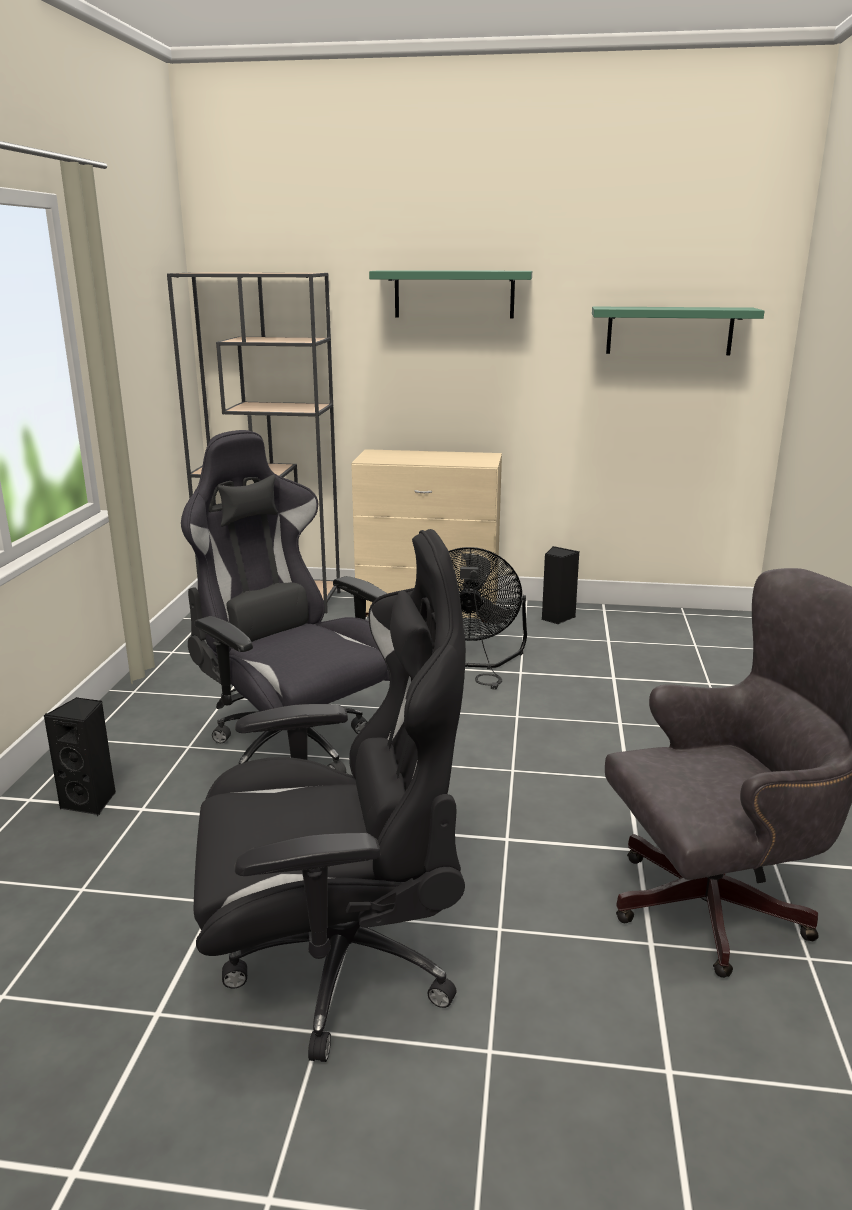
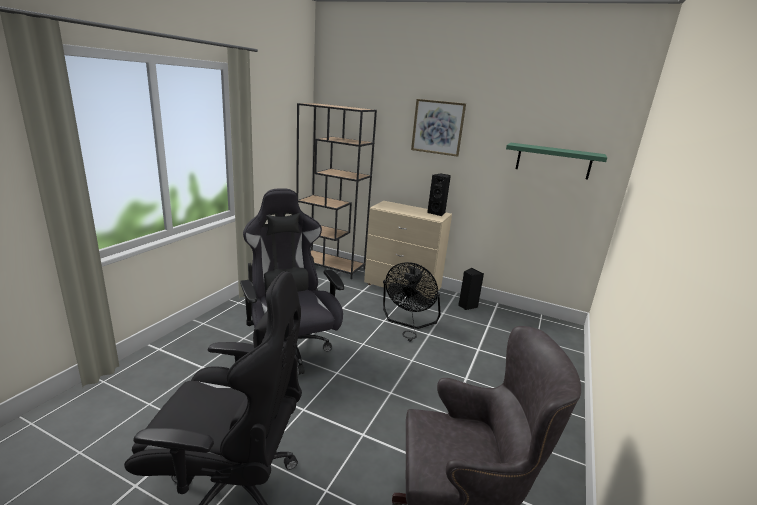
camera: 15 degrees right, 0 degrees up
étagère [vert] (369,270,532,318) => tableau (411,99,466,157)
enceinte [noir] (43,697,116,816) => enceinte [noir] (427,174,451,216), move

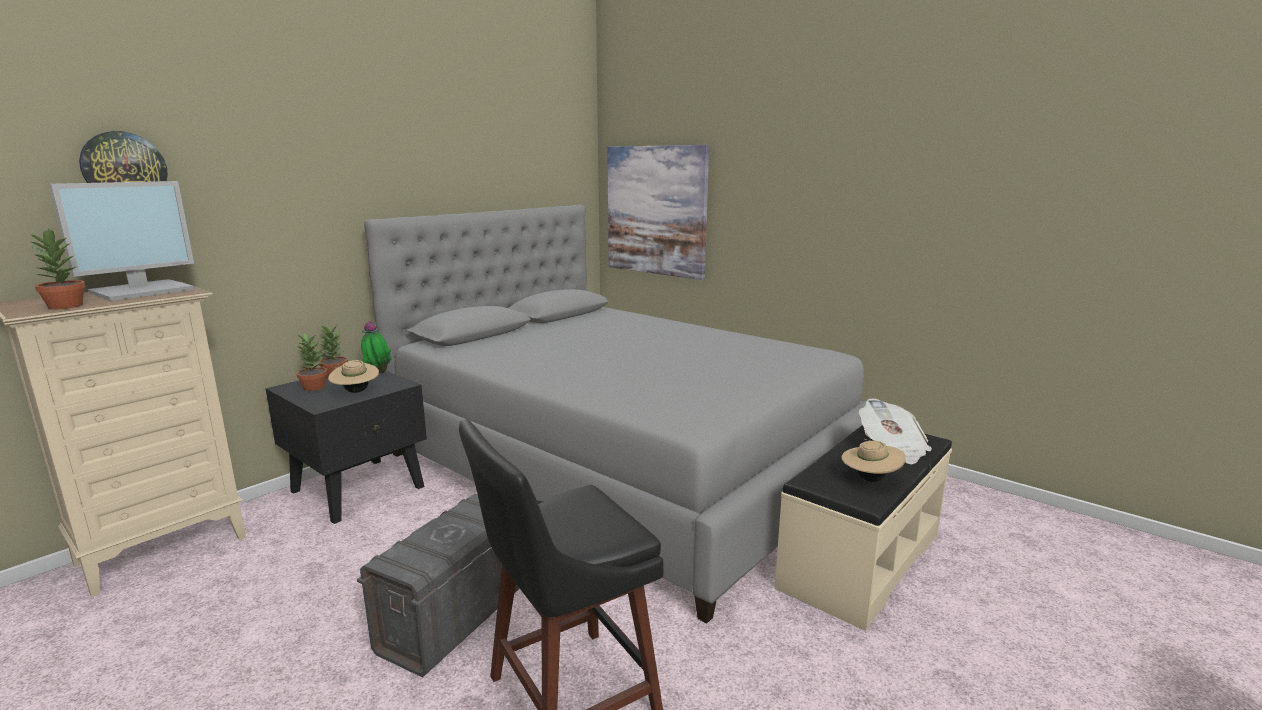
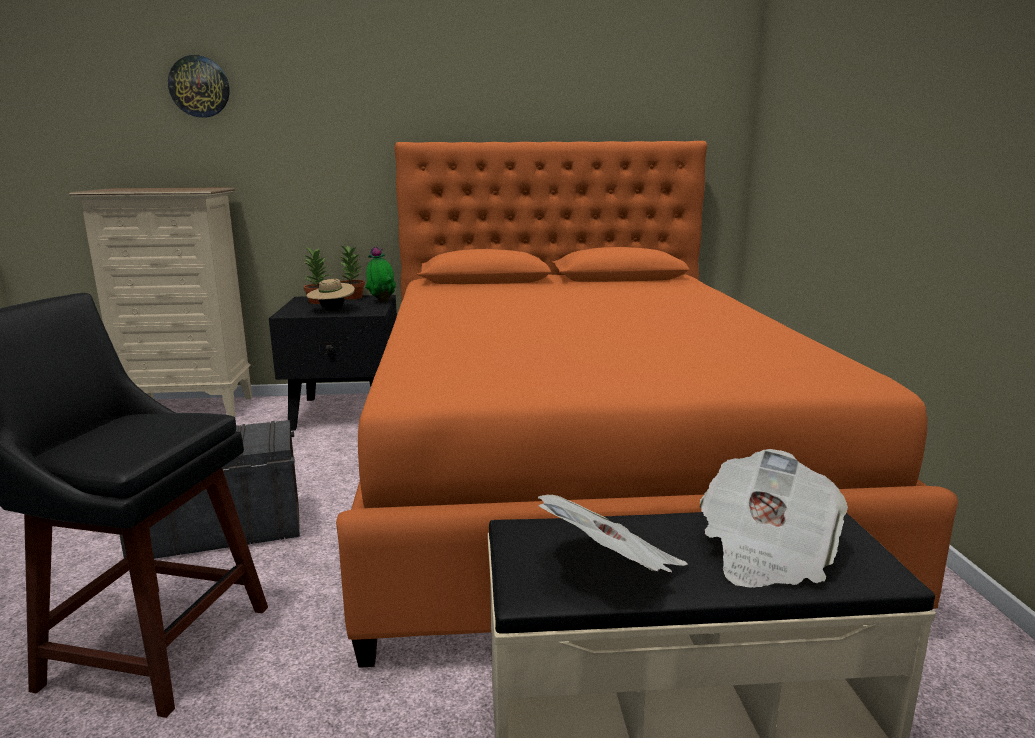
camera: 45 degrees right, 0 degrees up
lit [gris] (364,205,867,624) => lit [orange] (336,141,958,668)
chapeau [beige] (841,436,906,482) => journal (538,495,688,572)
plante en pot (30,228,86,309) => nothing
écran d'ordinateur (49,181,194,301) => nothing
tableau (607,145,709,280) => nothing

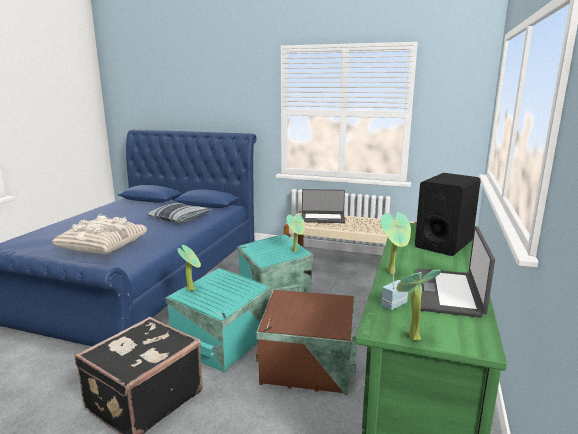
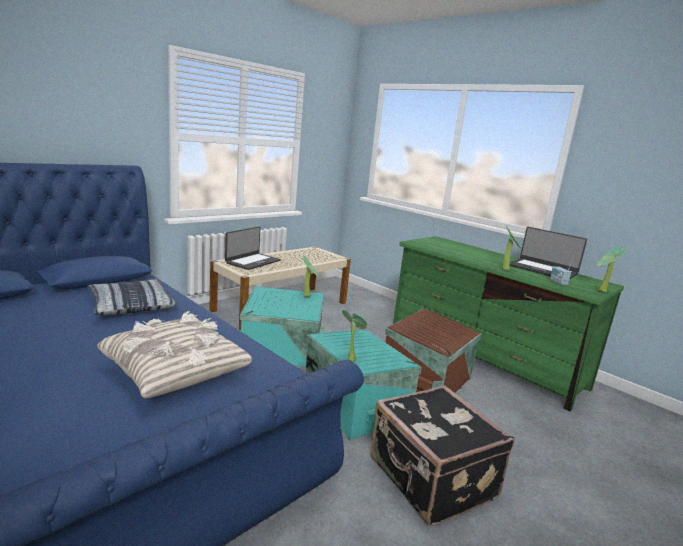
camera: 65 degrees left, 0 degrees up
enceinte [noir] (415,173,481,256) => nothing

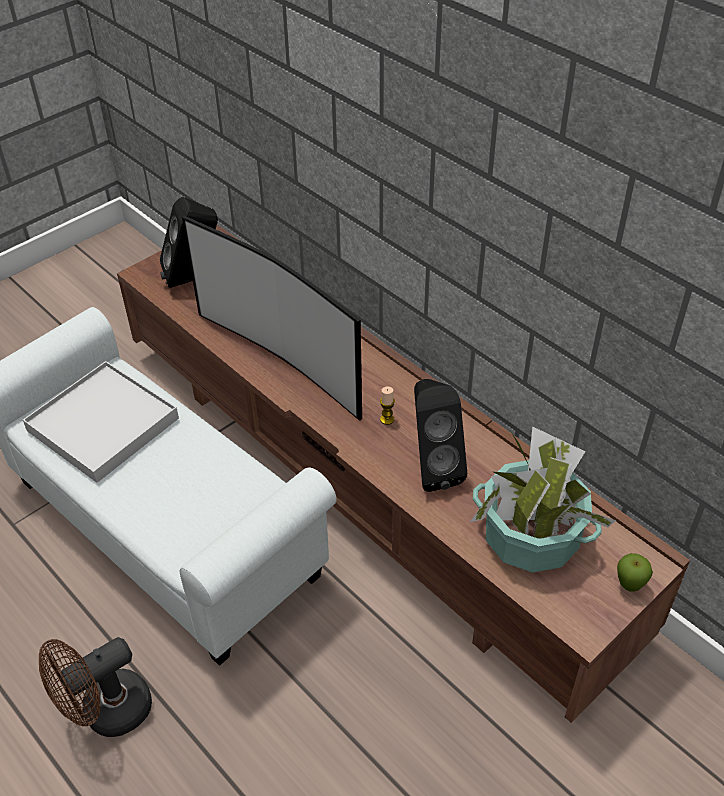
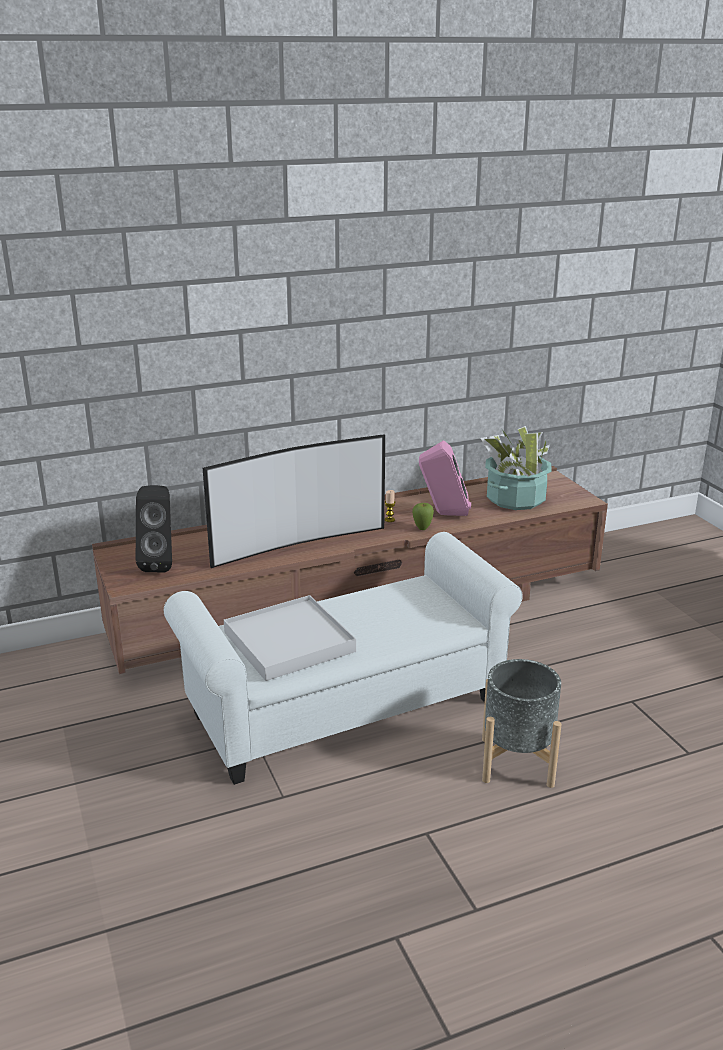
camera: 70 degrees left, 20 degrees down
pomme (617,553,653,592) => pomme (412,503,434,530), move
enceinte [noir] (414,379,468,492) => enceinte [rose] (419,441,471,516)
ventilateur [marron] (39,637,152,737) => cache-pot [gris] (482,659,562,788)

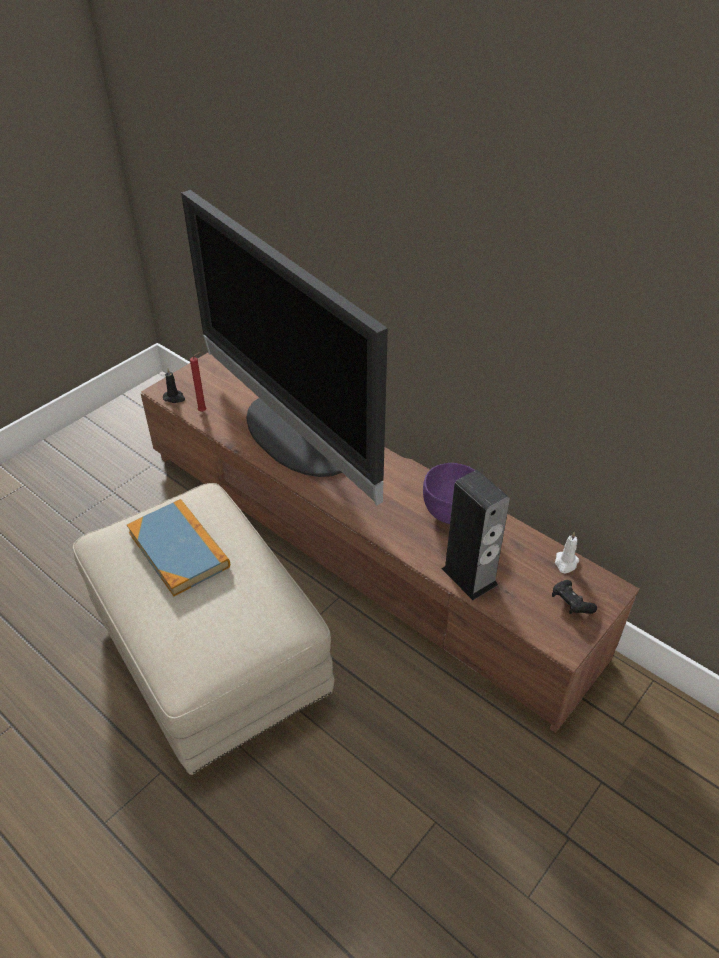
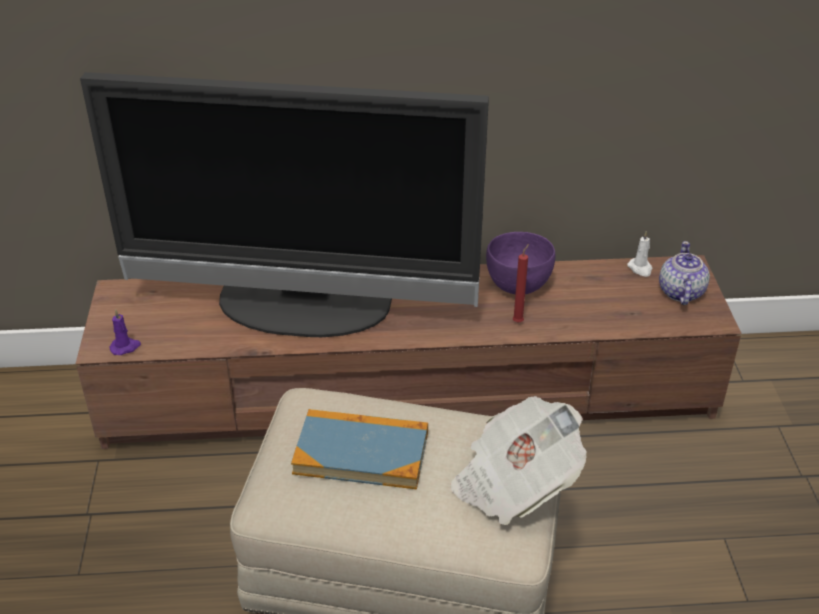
camera: 45 degrees left, 5 degrees down
bougie [noir] (163,368,185,403) => bougie [violet] (109,309,141,355)
nothing => journal (451,396,587,526)
bougie [rouge] (190,352,207,412) => bougie [rouge] (513,244,529,322), move
manette [noir] (552,580,597,614) => théière (659,241,710,305)
enceinte (441,470,510,600) => nothing

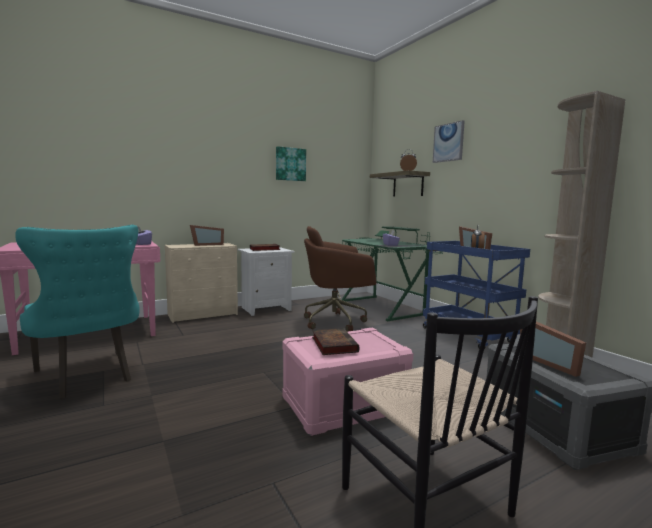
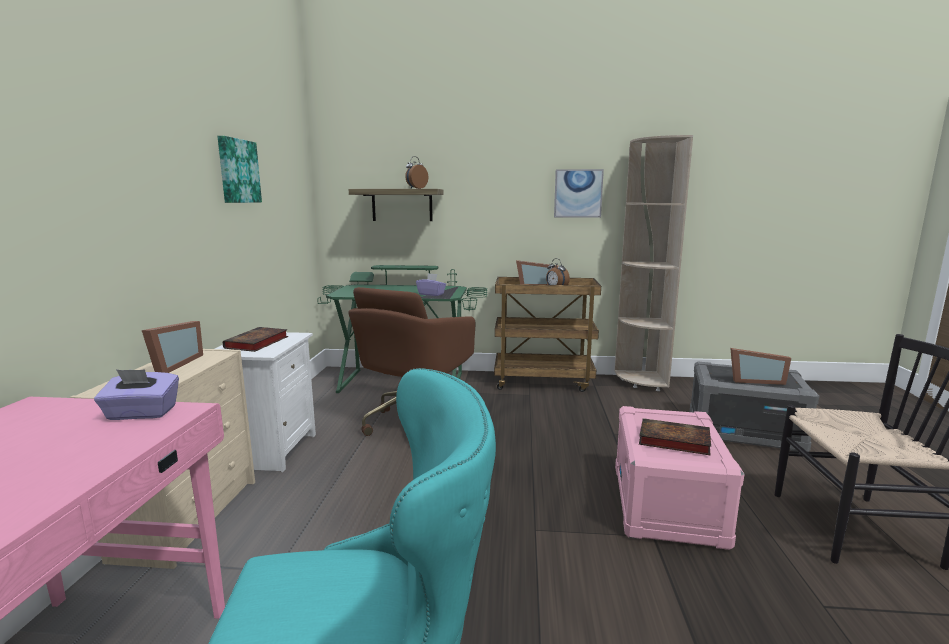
camera: 55 degrees left, 5 degrees up
chariot [bleu] (423,241,530,349) => chariot [marron] (494,277,601,392)
tableau (433,120,465,163) => tableau (554,169,604,218), move

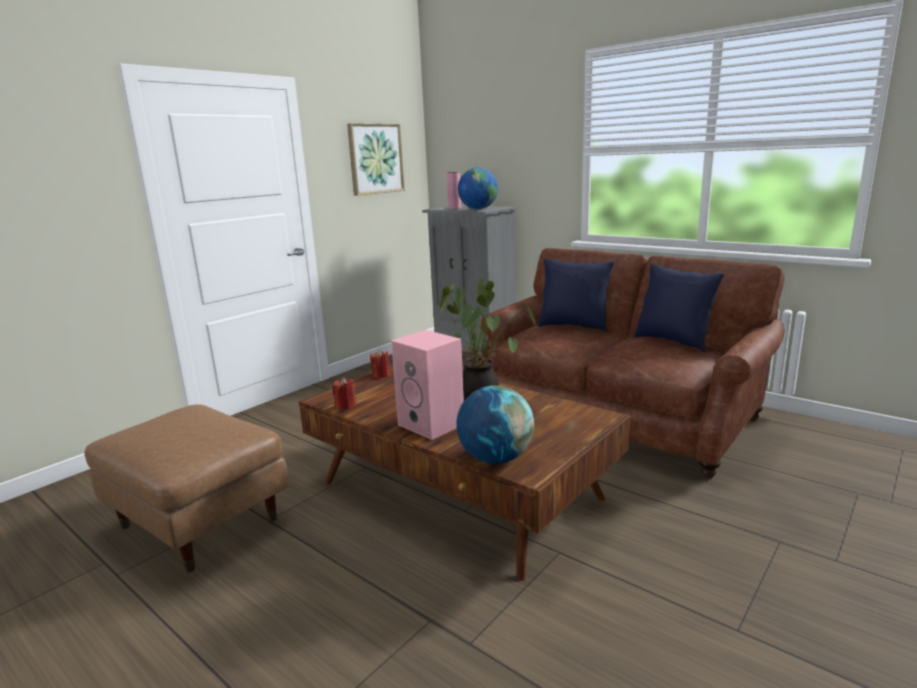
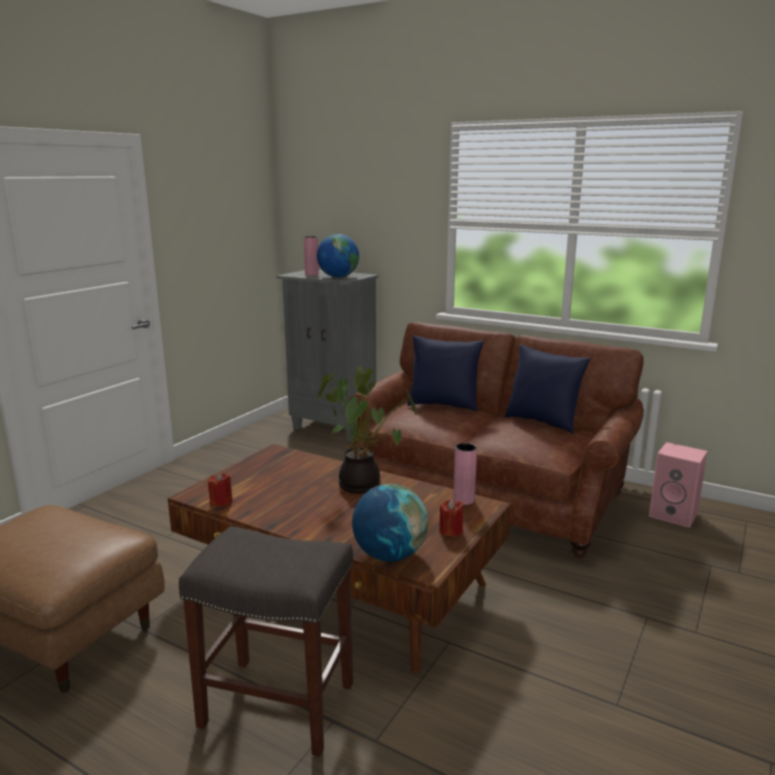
camera: 10 degrees left, 0 degrees up
nothing => tabouret [gris] (179,526,353,757)
bougie [rouge] (370,349,390,378) => bougie [rouge] (439,499,463,537), move
nothing => vase [rose] (453,443,477,505)
enceinte [rose] (391,330,464,440) => enceinte [rose] (649,442,708,528), move
tableau (347,123,404,195) => nothing

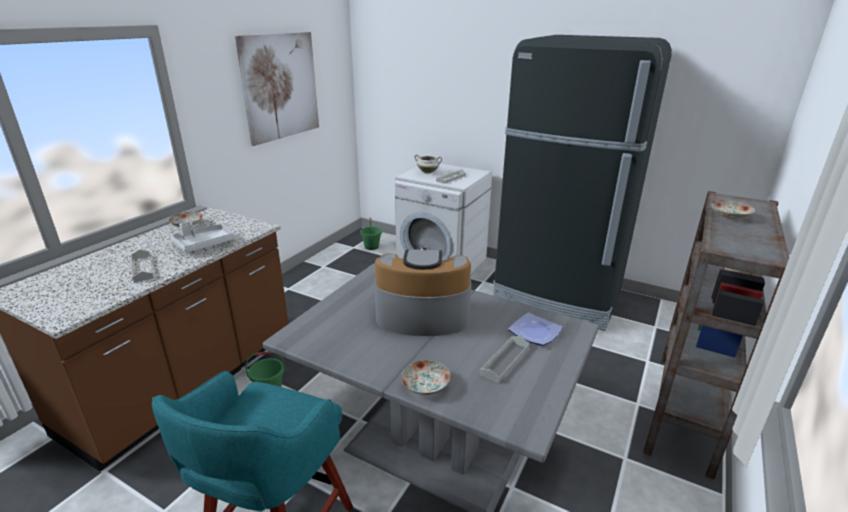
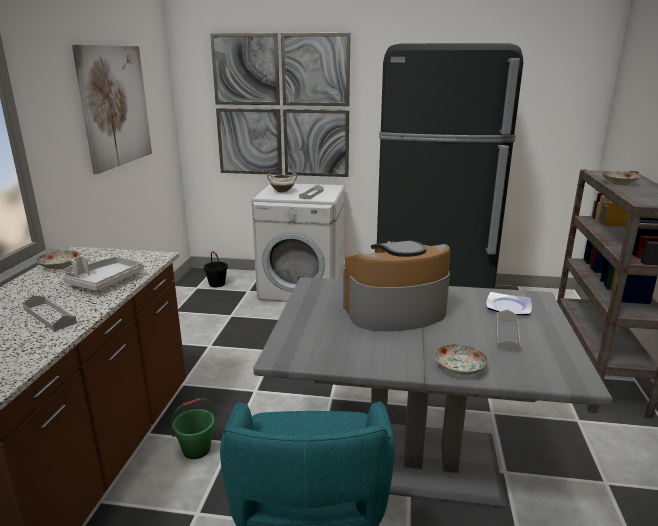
camera: 20 degrees left, 5 degrees down
seau [vert] (360,217,382,250) => seau [noir] (204,251,228,287)
nothing => tableau (210,32,350,177)

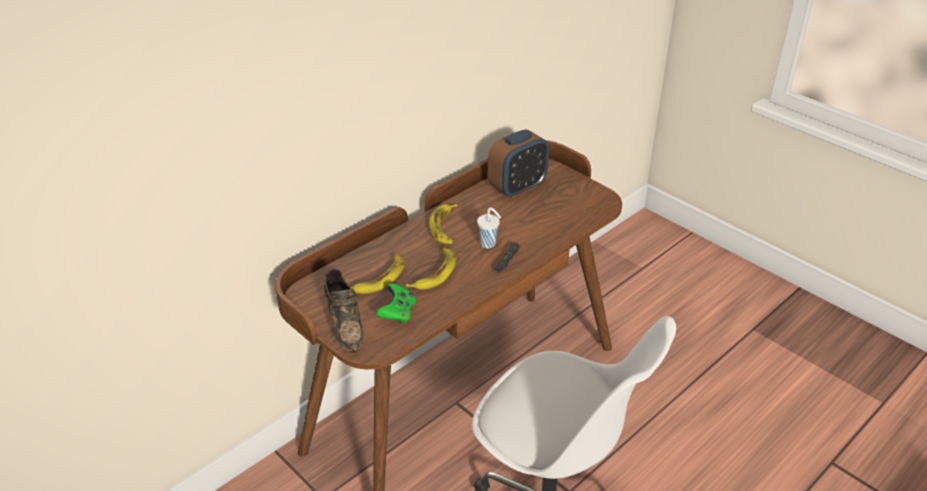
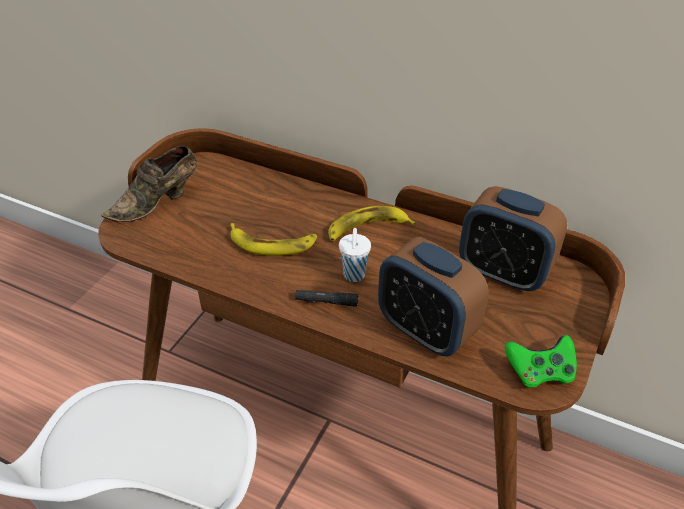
camera: 70 degrees right, 5 degrees up
nothing => réveil (378,237,489,357)
manette [vert] (376,283,416,323) => manette [vert] (505,335,577,388), move
banane (350,254,405,294) => nothing

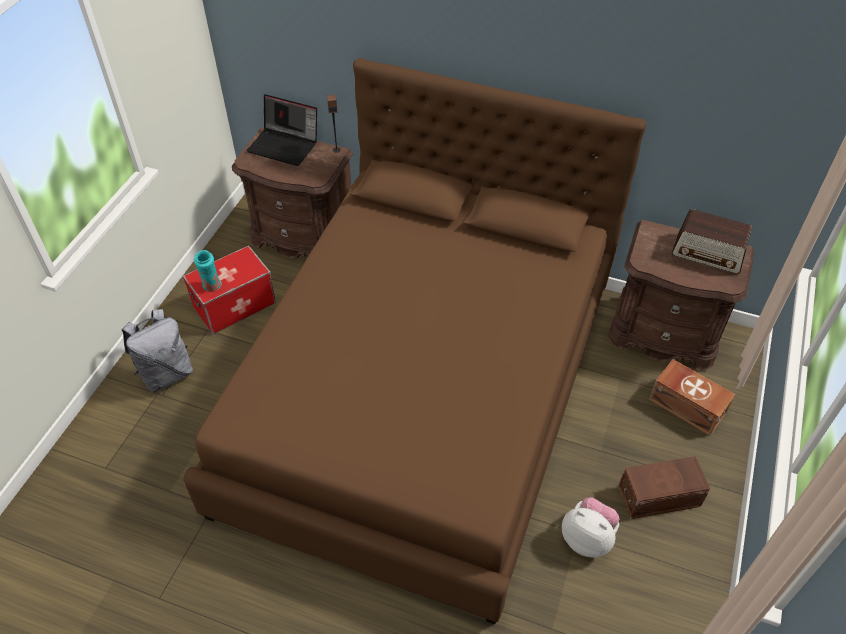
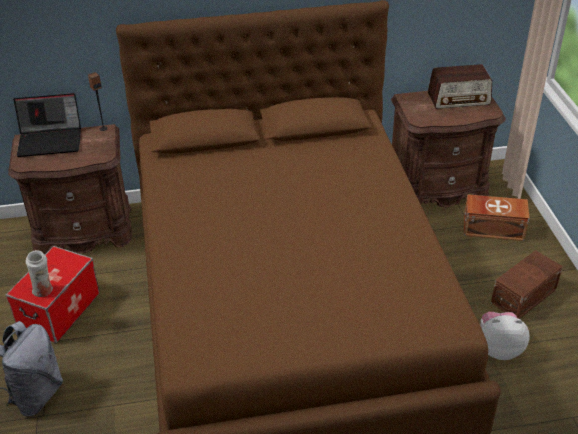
camera: 30 degrees left, 10 degrees down
vase [turquoise] (194,250,222,292) => vase [blanc] (26,250,53,297)

